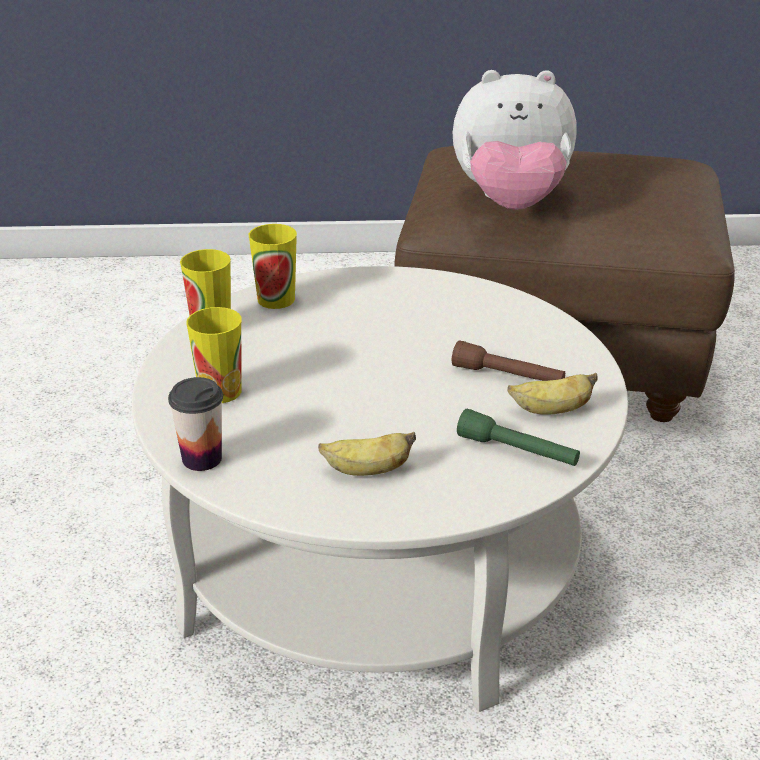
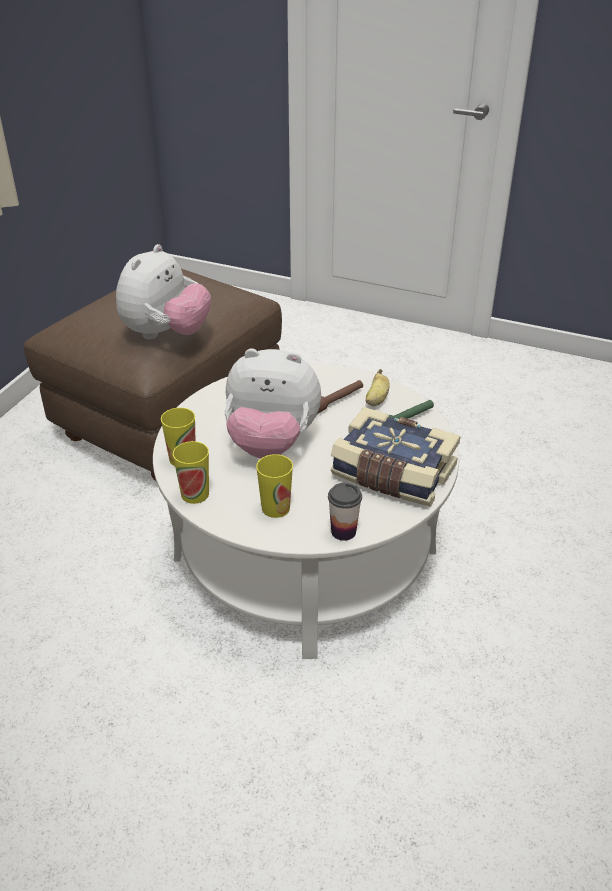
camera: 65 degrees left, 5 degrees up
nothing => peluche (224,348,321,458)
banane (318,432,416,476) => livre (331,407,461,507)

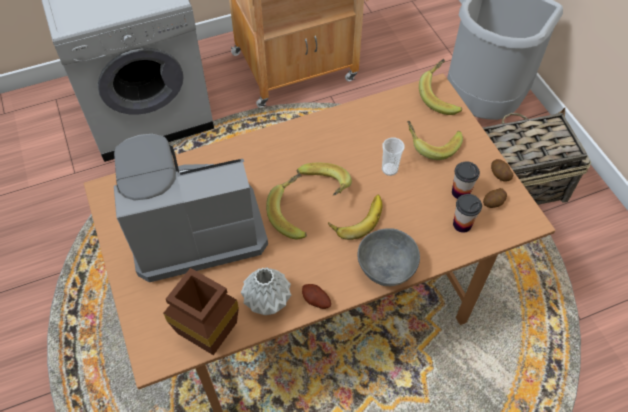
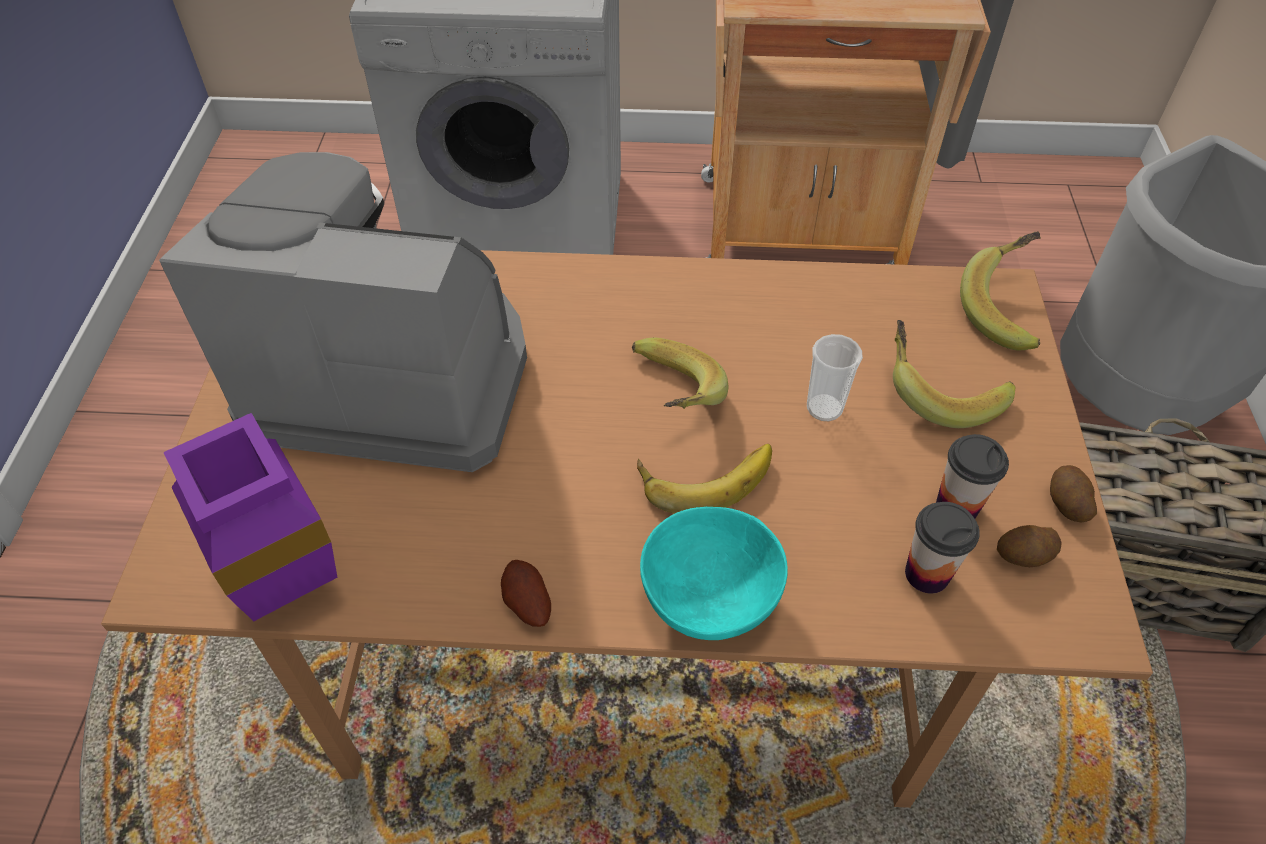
camera: 25 degrees right, 5 degrees down
vase [marron] (163,268,239,355) => vase [violet] (163,413,337,621)
bol [gris] (357,228,420,286) => bol [turquoise] (640,507,788,640)
vase [gris] (241,267,291,315) => nothing
banane (266,173,307,239) => nothing

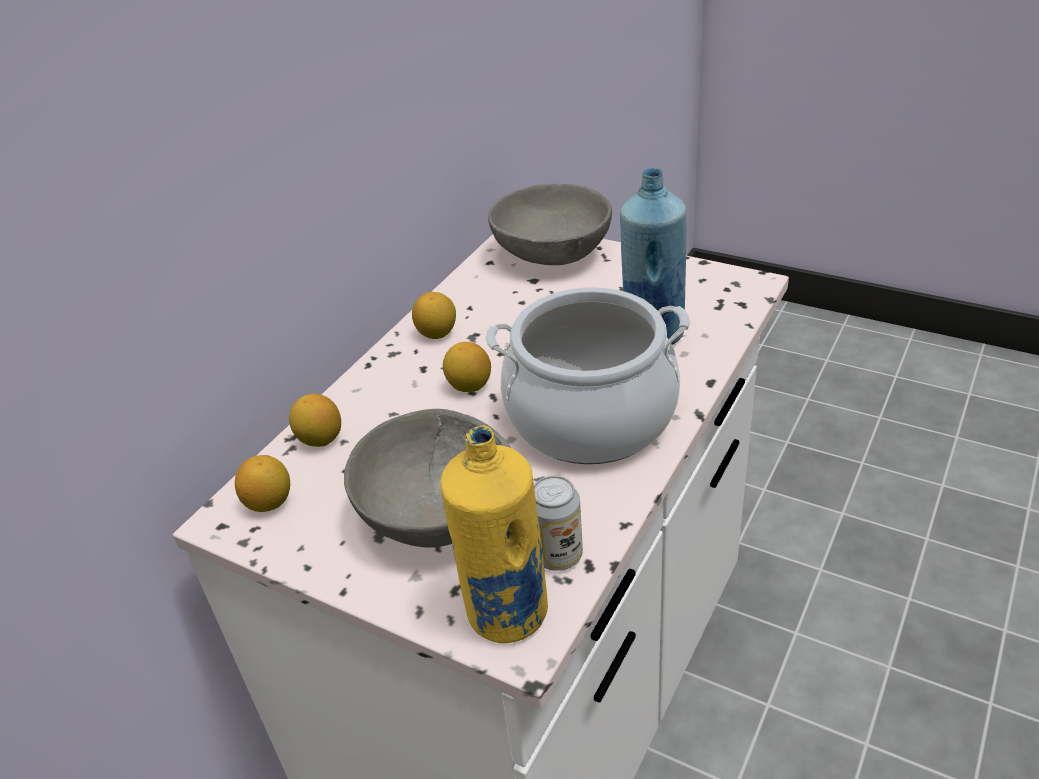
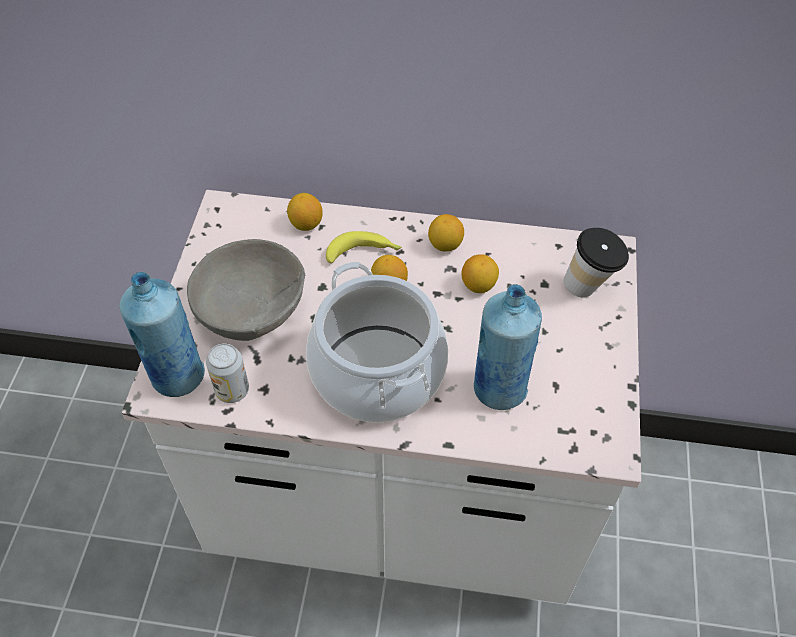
camera: 65 degrees right, 15 degrees up
bouteille [jaune] (440,425,548,643) => bouteille [bleu] (120,272,205,397)
nothing => banane (326,231,402,263)
citron (235,455,290,512) => citron (461,254,499,293), move
bol [gris] (488,184,612,265) => tasse (564,228,629,298)

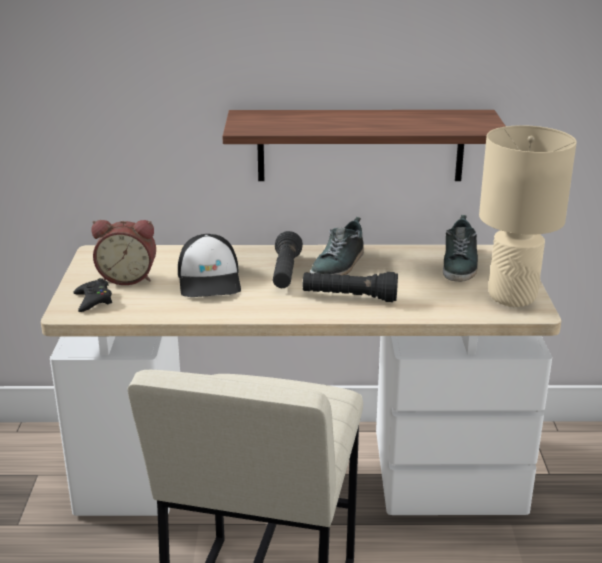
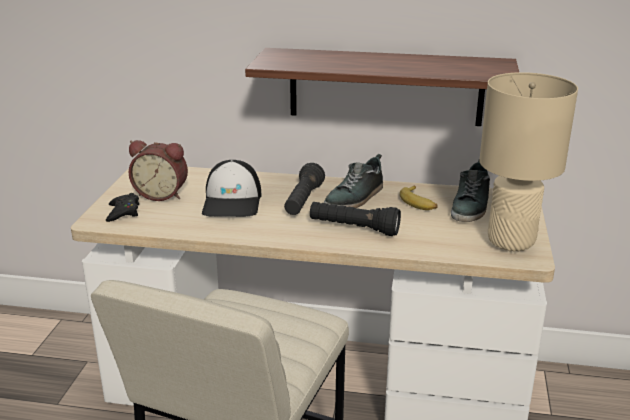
camera: 10 degrees right, 0 degrees up
nothing => banane (400,185,438,210)

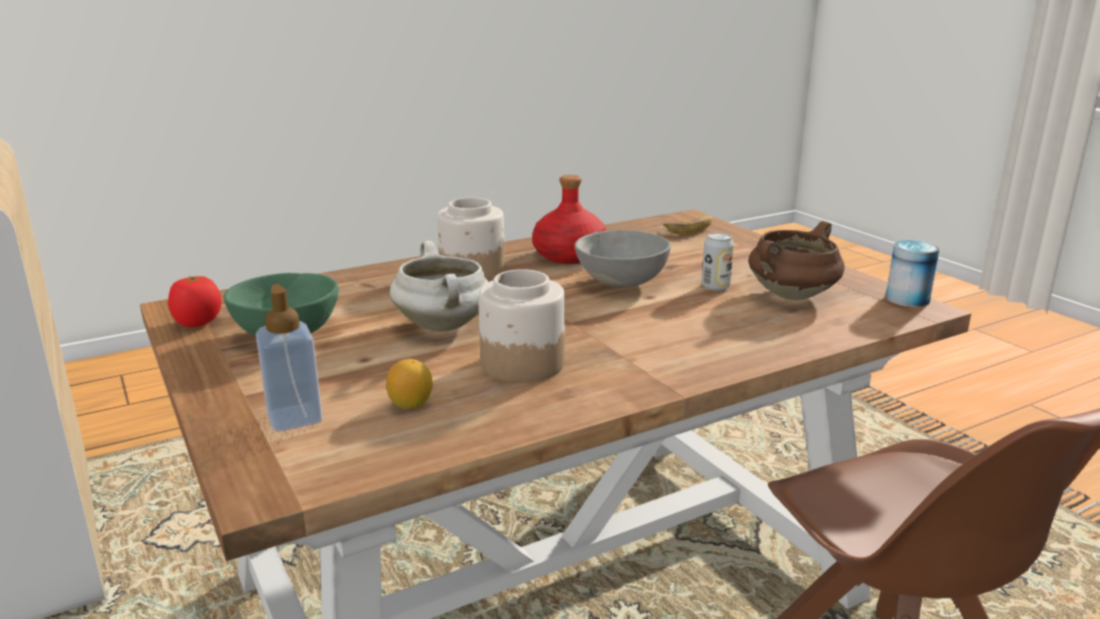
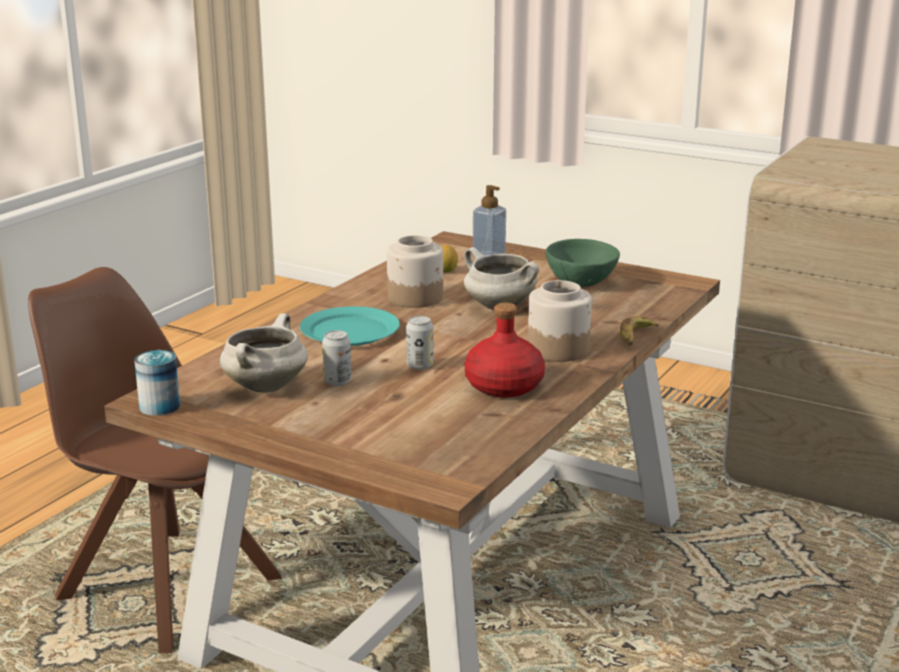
camera: 150 degrees right, 0 degrees up
marmite [marron] (749,221,845,300) => marmite [blanc] (220,313,308,393)
nothing => assiette [turquoise] (300,306,400,346)
bol [gris] (575,230,671,288) => boîte métallique (406,316,434,370)
banane (663,216,713,235) => banane (620,316,659,346), move
tomate (168,276,221,327) => nothing

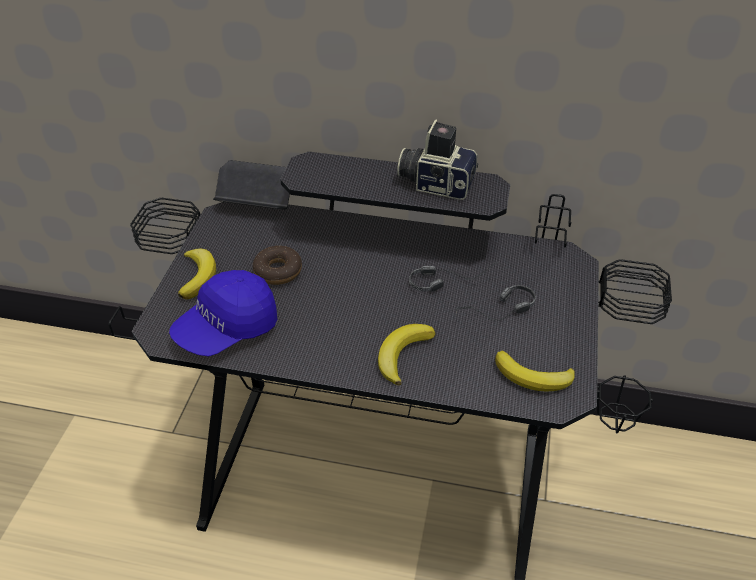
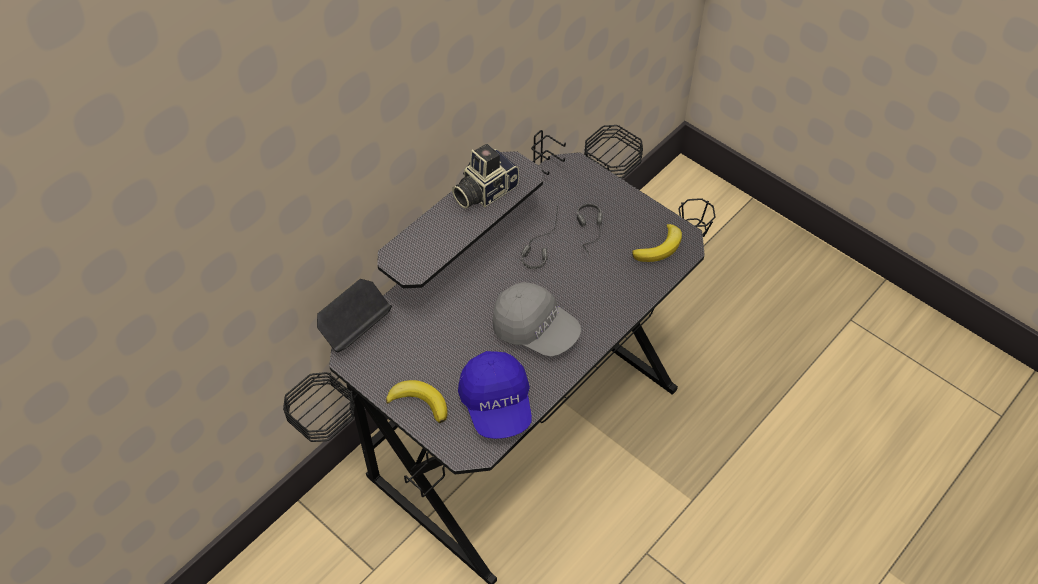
camera: 60 degrees left, 10 degrees up
nothing => casquette [gris] (492,282,581,357)
beignet (253,246,302,285) => nothing
banane (378,324,436,385) => nothing

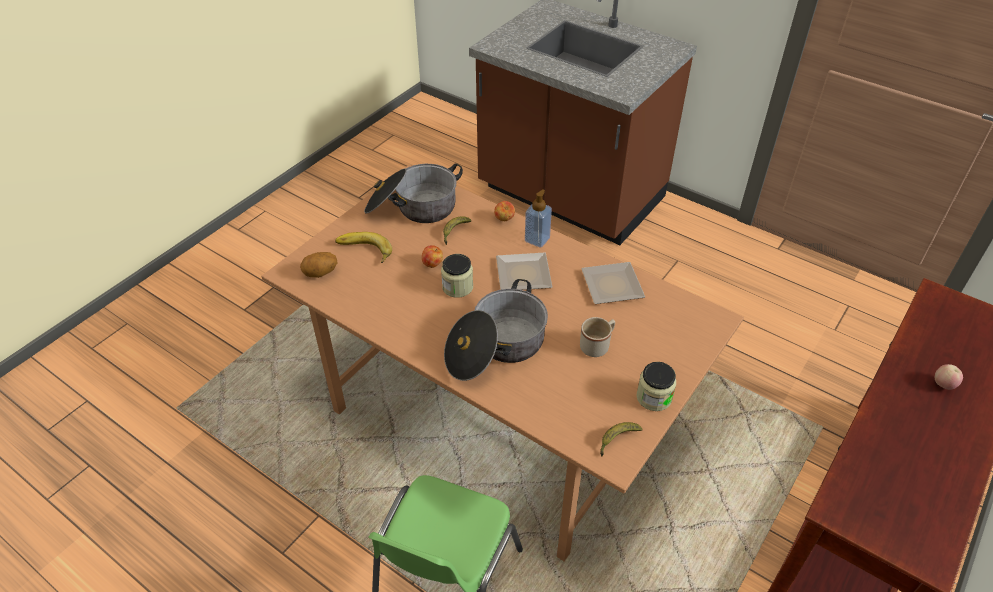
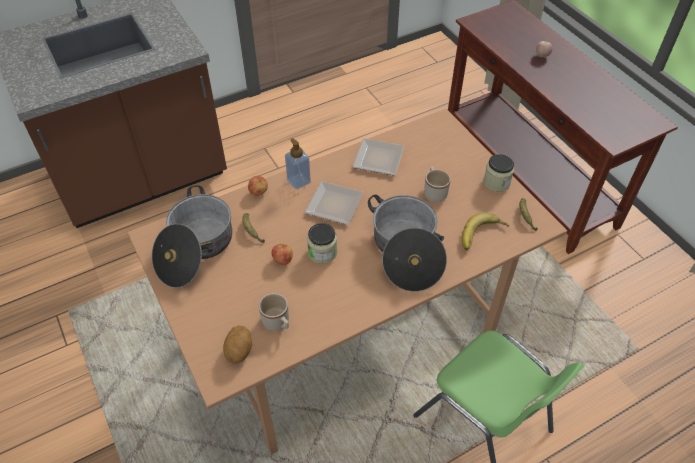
camera: 65 degrees left, 5 degrees up
nothing => mug [beige] (259,293,289,331)
banane (335,232,392,263) => banane (461,212,509,250), move

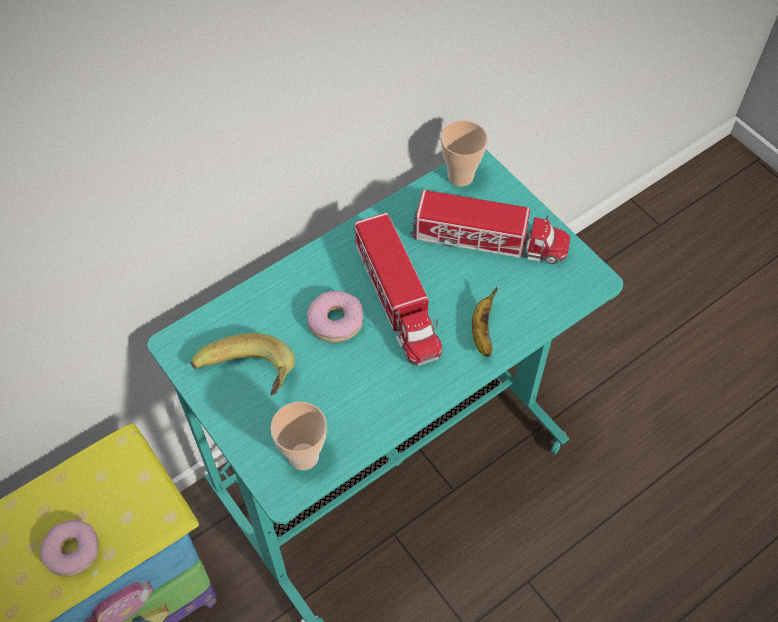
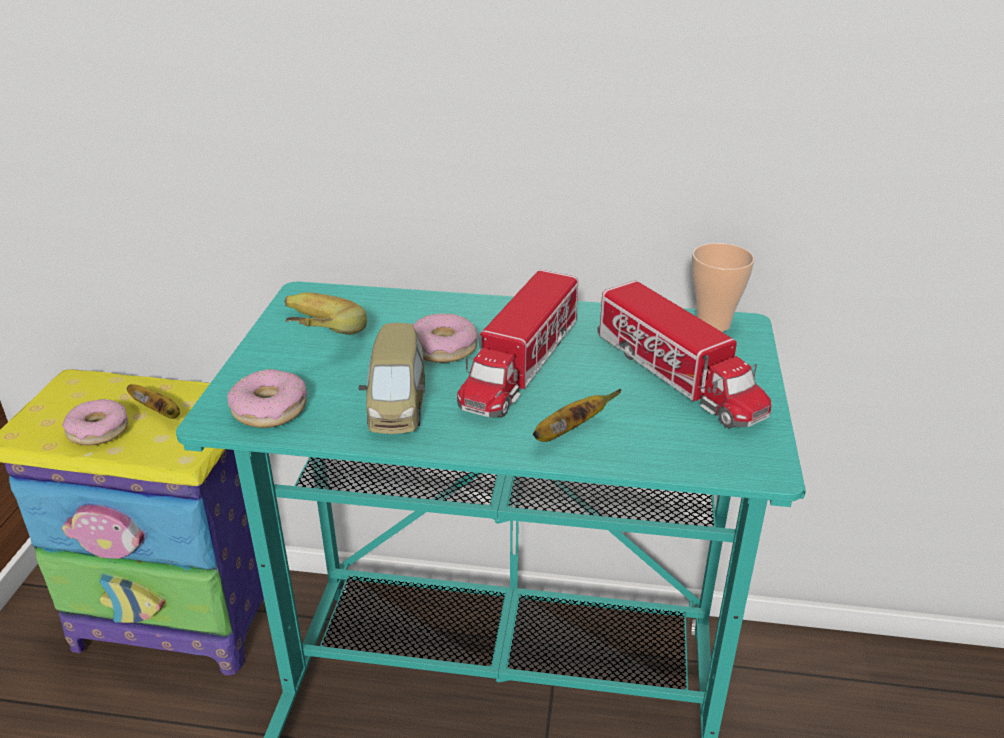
camera: 45 degrees right, 25 degrees down
nothing => banane (127,384,180,419)
tasse (270,402,327,470) => beignet (227,369,307,428)
nothing => petite voiture (358,323,425,434)

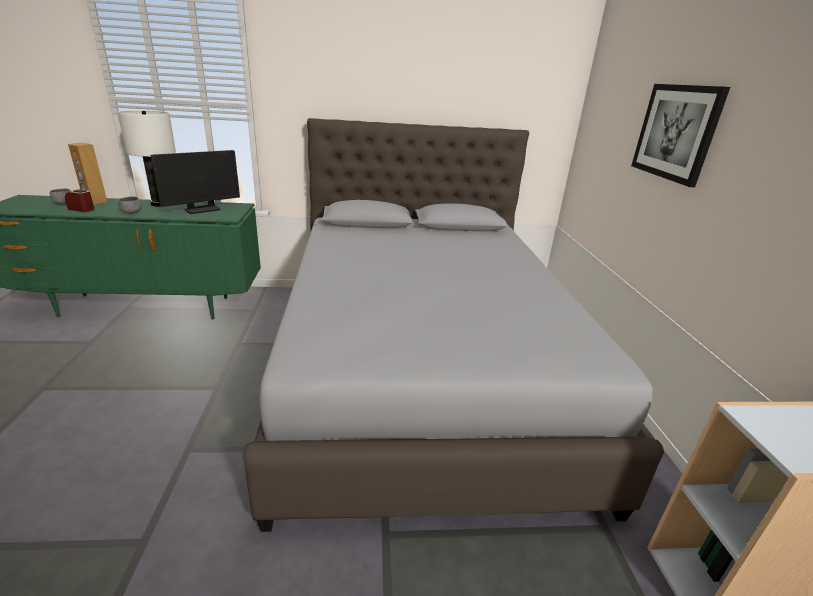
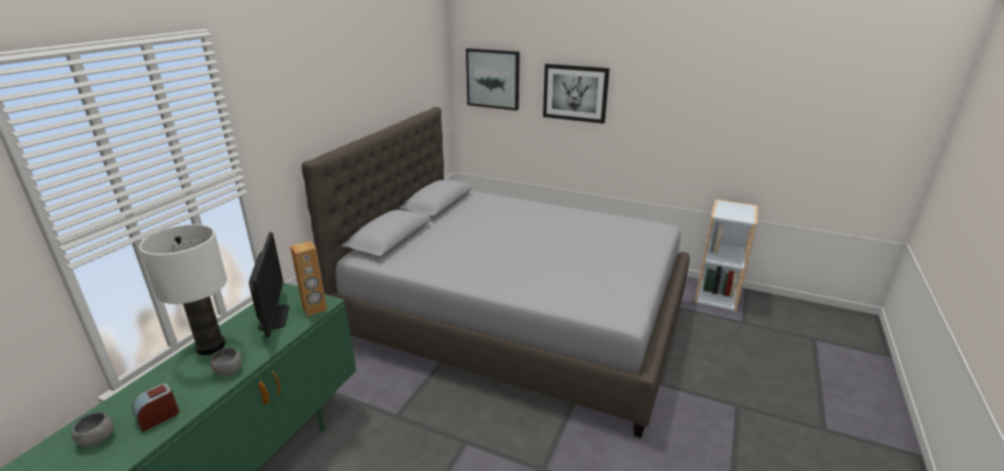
camera: 60 degrees left, 0 degrees up
enceinte [marron] (68,143,107,205) => enceinte [marron] (290,241,327,316), move
nothing => tableau (466,48,520,111)

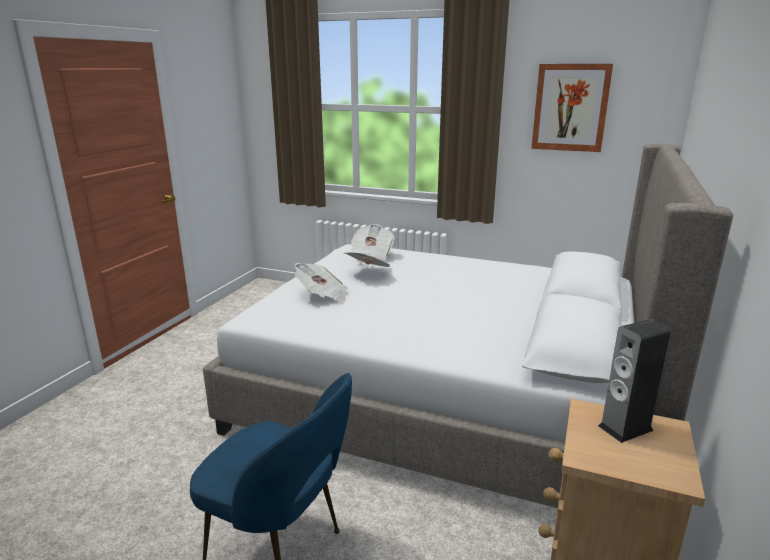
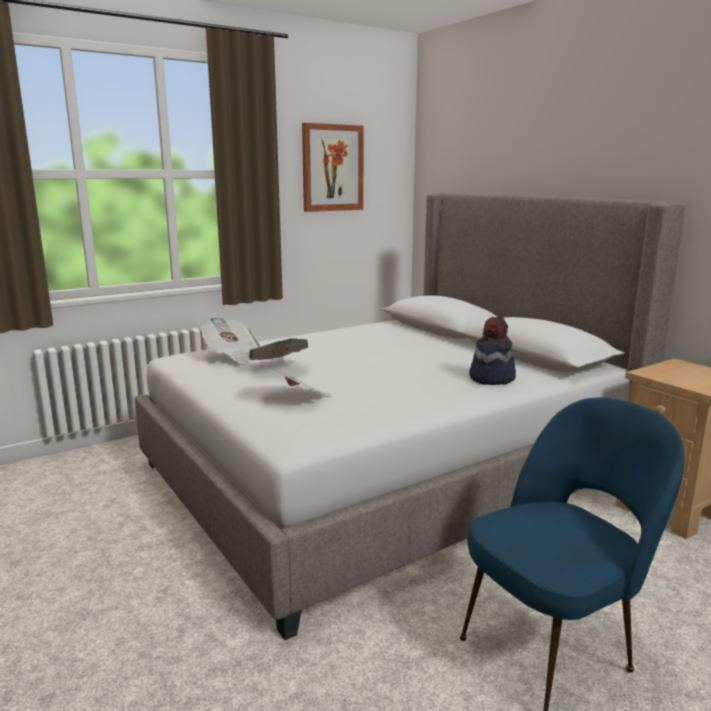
camera: 55 degrees left, 5 degrees down
nothing => chapeau (469,317,516,385)
enceinte (598,319,671,443) => nothing

